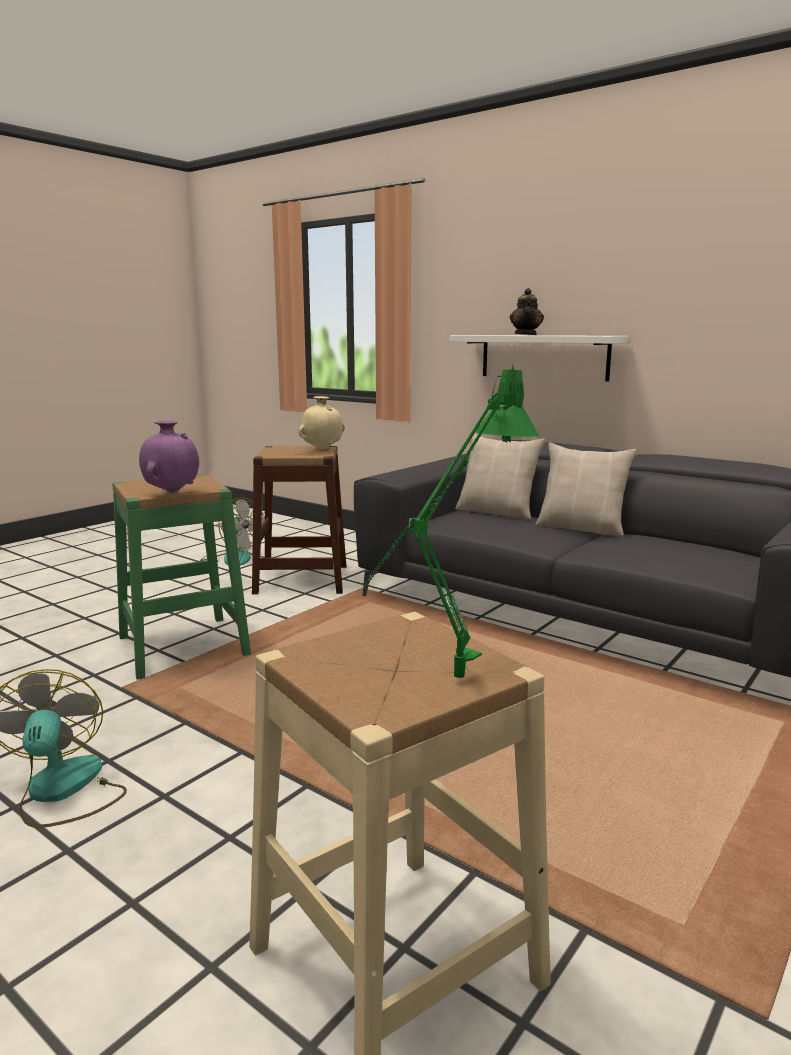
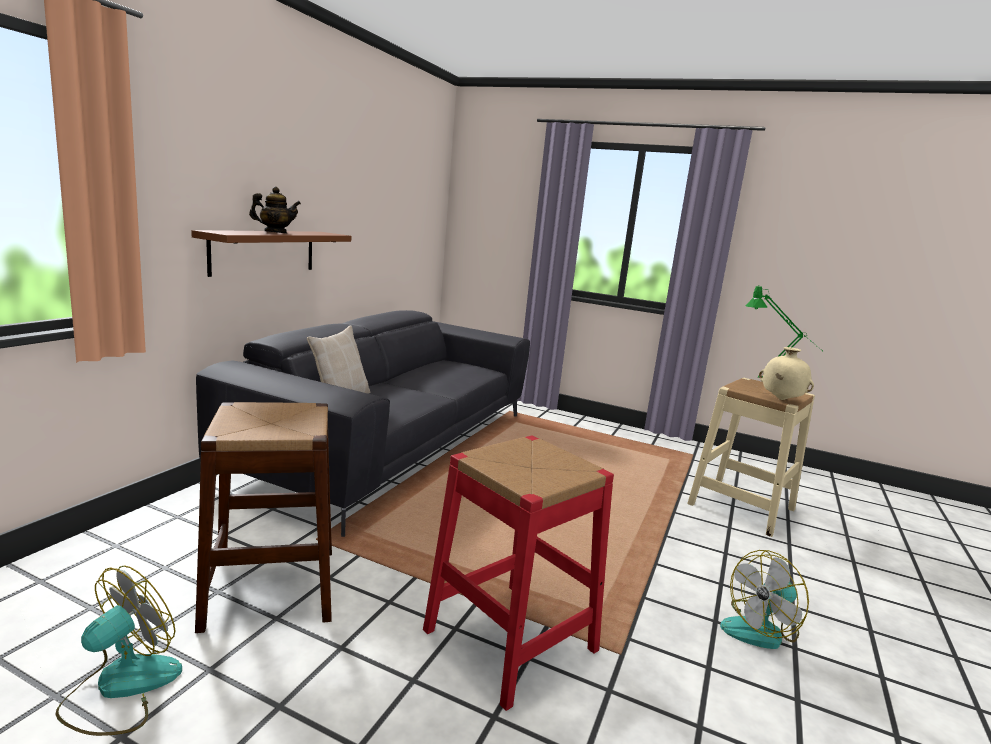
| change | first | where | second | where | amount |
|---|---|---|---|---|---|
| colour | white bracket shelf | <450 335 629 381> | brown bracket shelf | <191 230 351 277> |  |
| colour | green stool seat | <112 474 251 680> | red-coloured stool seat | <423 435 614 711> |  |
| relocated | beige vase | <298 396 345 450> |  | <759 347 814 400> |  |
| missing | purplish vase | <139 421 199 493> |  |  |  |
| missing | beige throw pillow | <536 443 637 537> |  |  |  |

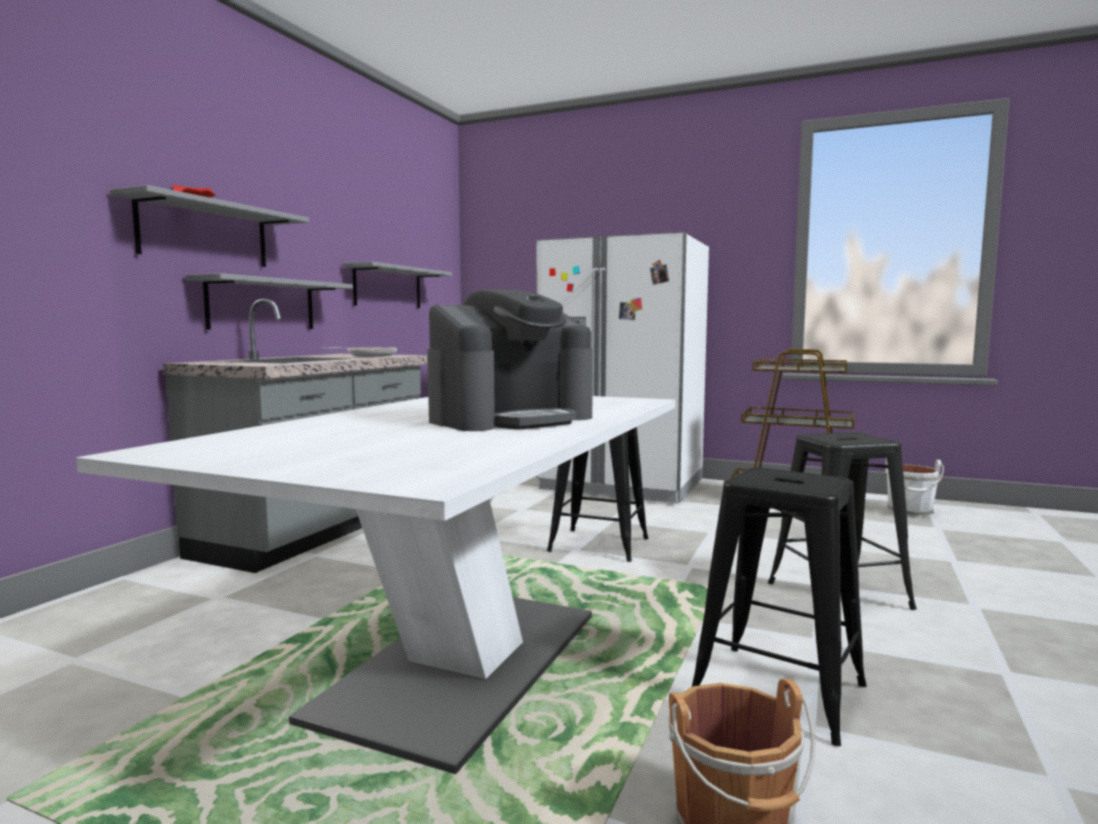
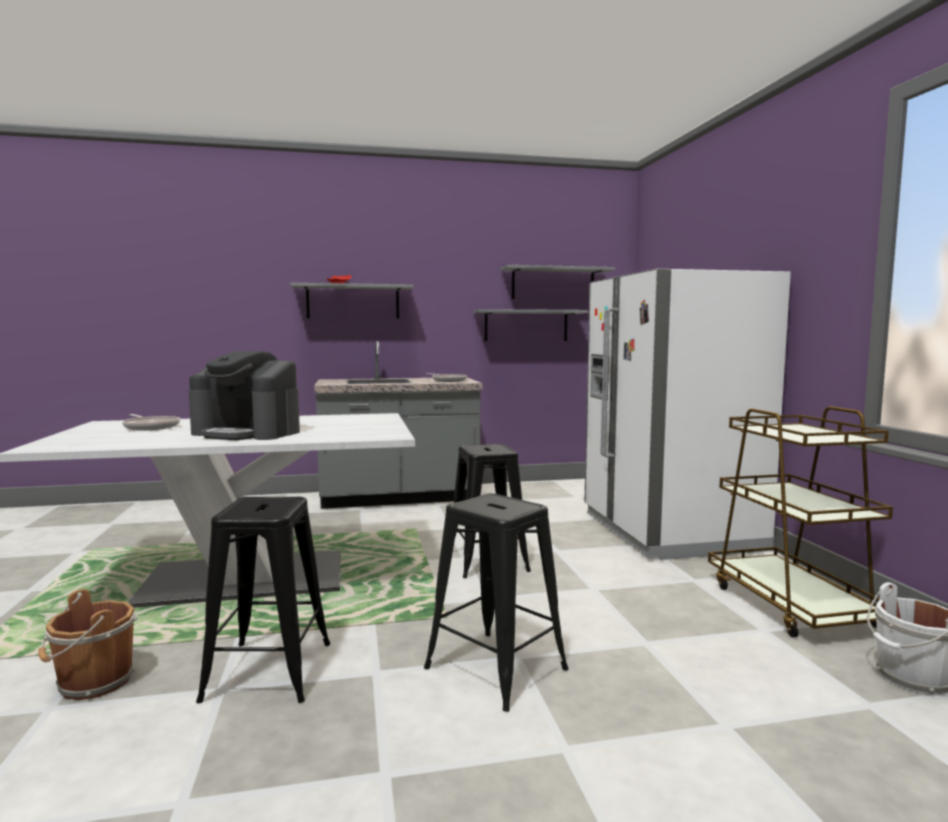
| change | first | where | second | where | amount |
|---|---|---|---|---|---|
| appeared |  |  | pan | <122 414 180 430> |  |
| relocated | greyish bracket shelf | <185 273 353 330> |  | <501 265 615 299> |  |

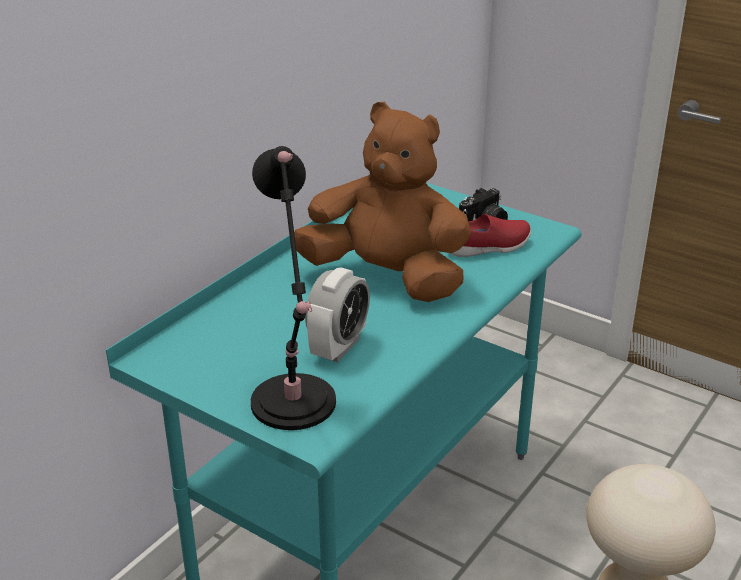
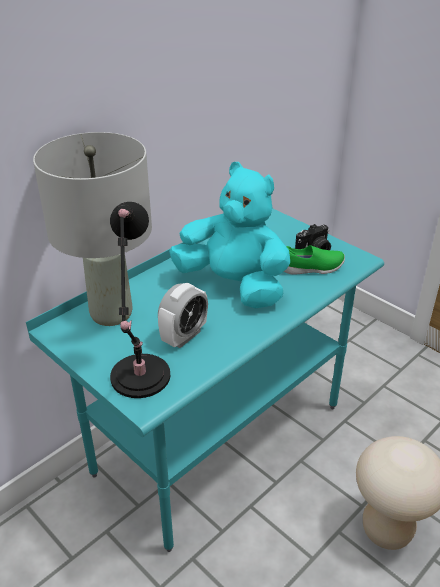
| change | first | where | second | where | amount |
|---|---|---|---|---|---|
| appeared |  |  | greyish tabletop lamp | <33 132 152 326> |  |
| colour | brown soft toy | <294 102 471 302> | blue-green soft toy | <169 162 290 309> |  |
| colour | red-coloured shoe | <450 214 531 257> | green shoe | <284 245 345 275> |  |

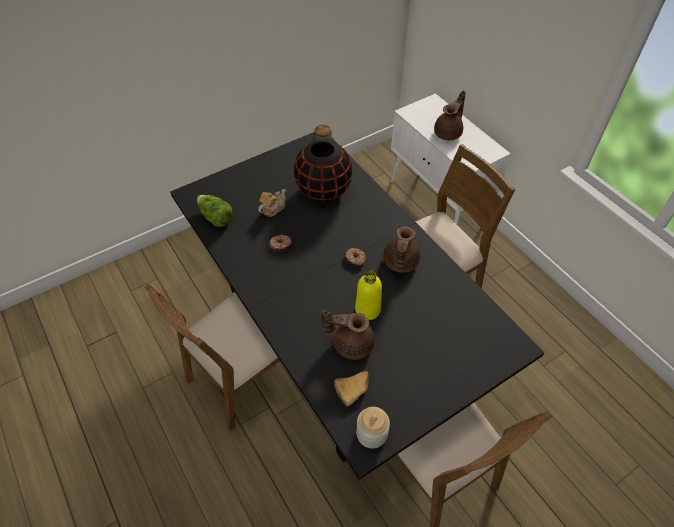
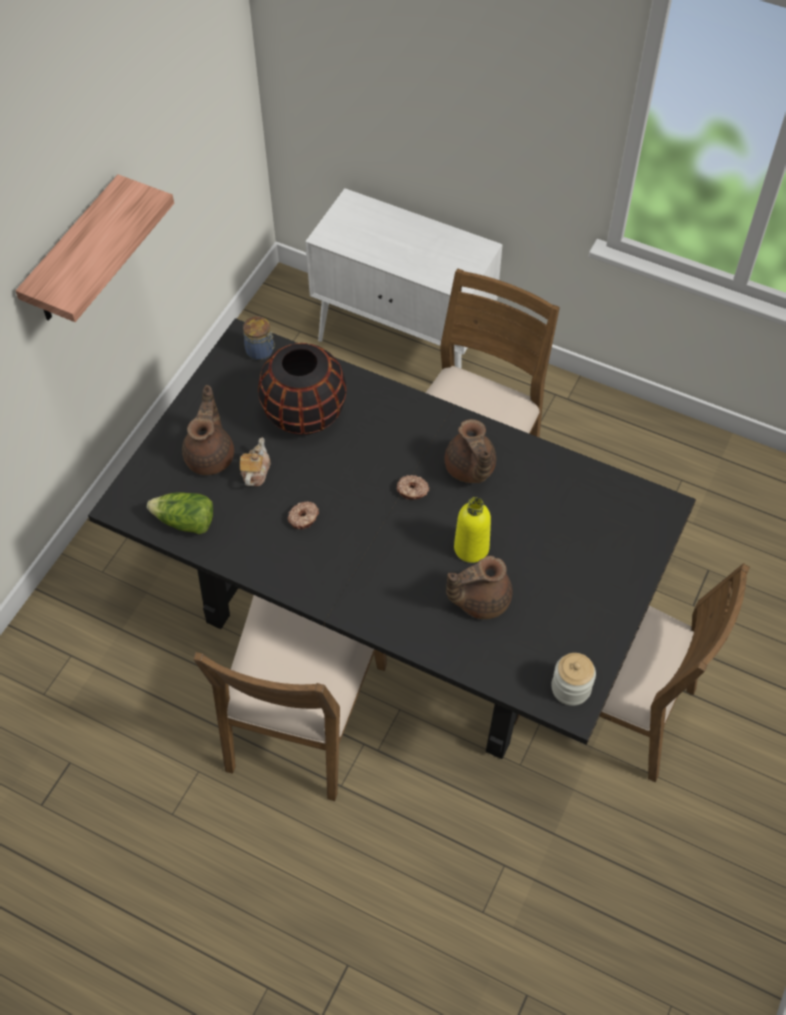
| change | first | where | second | where | amount |
|---|---|---|---|---|---|
| appeared |  |  | bracket shelf | <15 174 174 322> |  |
| relocated | brown tea pot | <434 90 466 140> |  | <182 385 234 475> |  |
| missing | bakery bread | <334 371 369 407> |  |  |  |

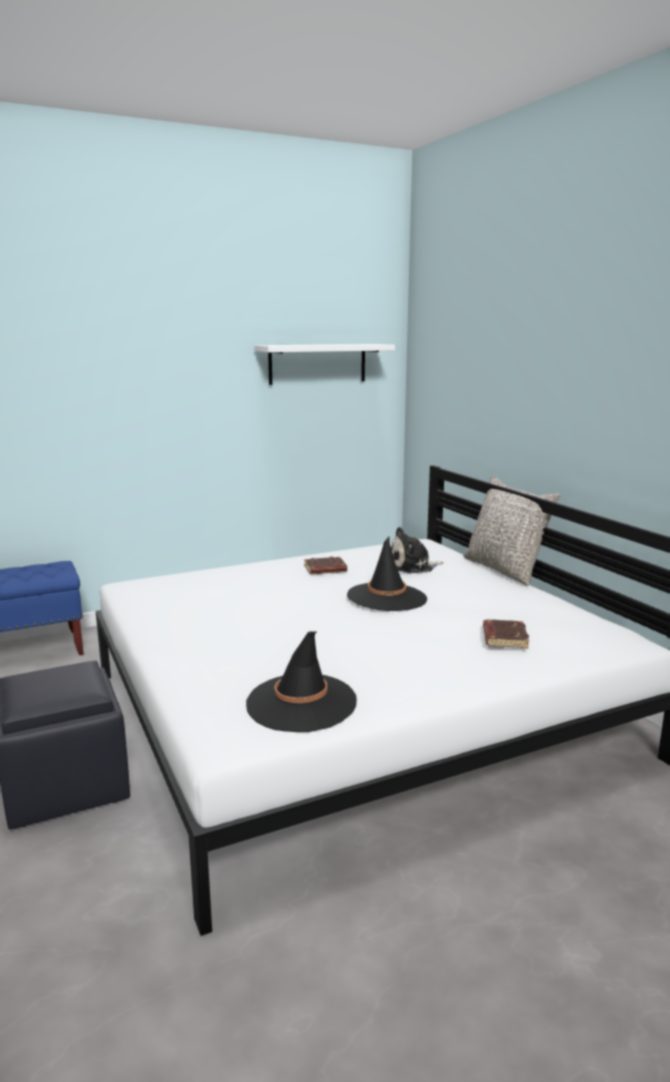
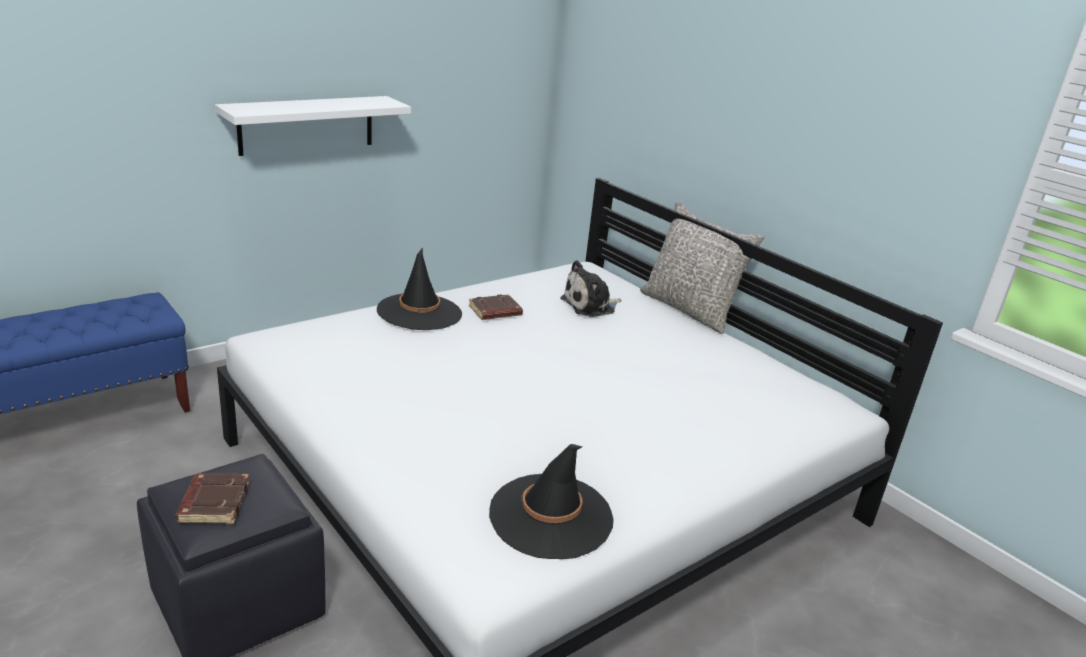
| change | first | where | second | where | amount |
|---|---|---|---|---|---|
| relocated | brown volume | <483 619 529 648> |  | <175 473 249 524> |  |
| relocated | white bracket shelf | <254 344 395 385> |  | <215 96 411 156> |  |
| relocated | black-coloured hat | <347 536 427 611> |  | <377 248 462 330> |  |

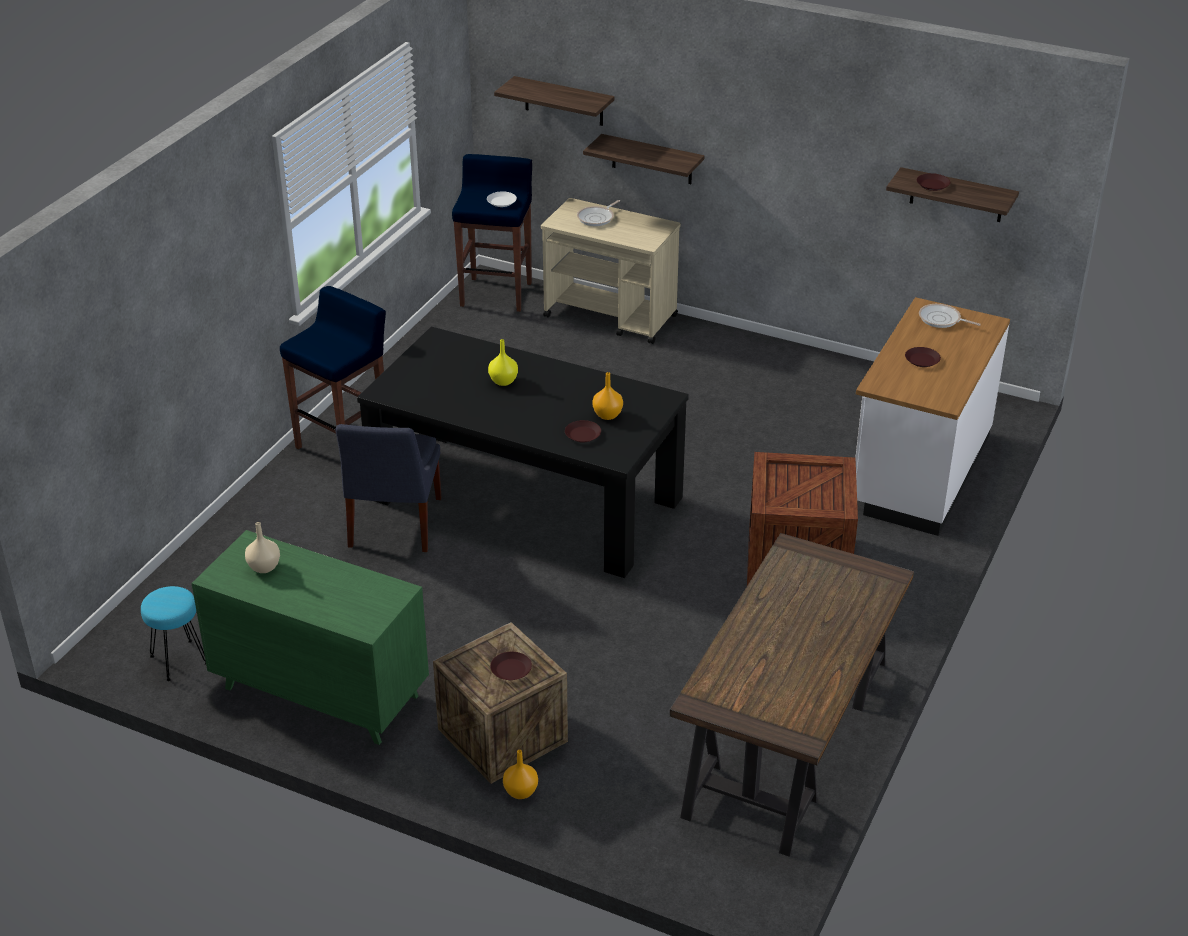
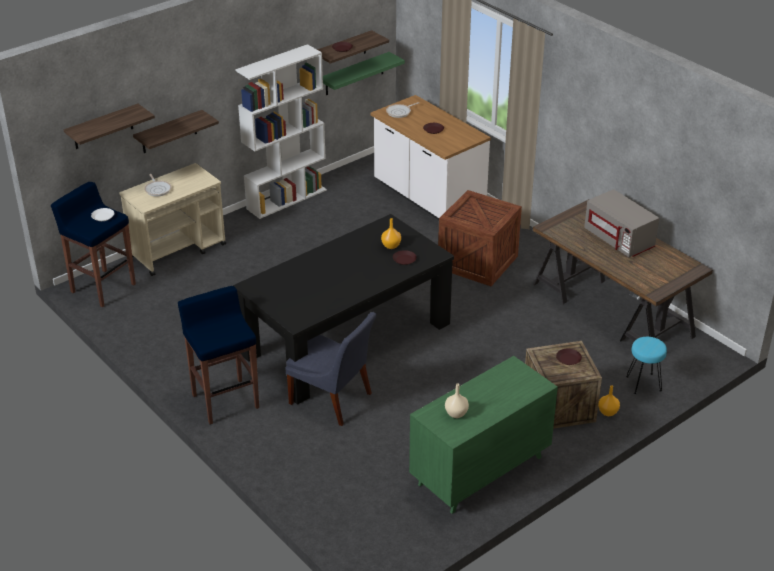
| change | first | where | second | where | amount |
|---|---|---|---|---|---|
| appeared |  |  | white bookshelf | <235 44 327 219> |  |
| appeared |  |  | green bracket shelf | <323 52 405 95> |  |
| appeared |  |  | greyish microwave oven | <584 189 659 257> |  |
| relocated | blue-green stool seat | <141 586 206 681> |  | <626 337 667 394> |  |
| missing | yellow-coloured vase | <488 339 518 386> |  |  |  |

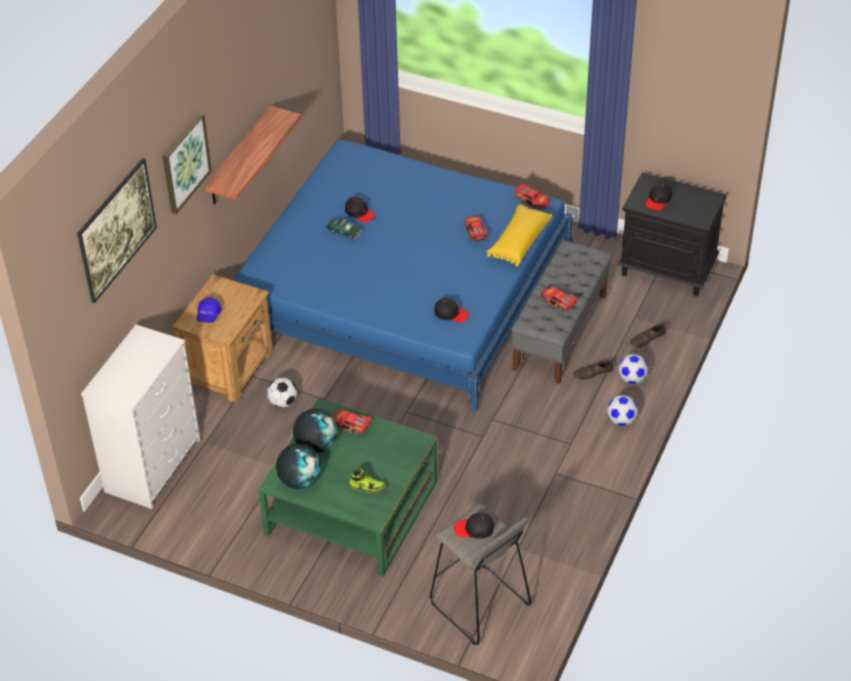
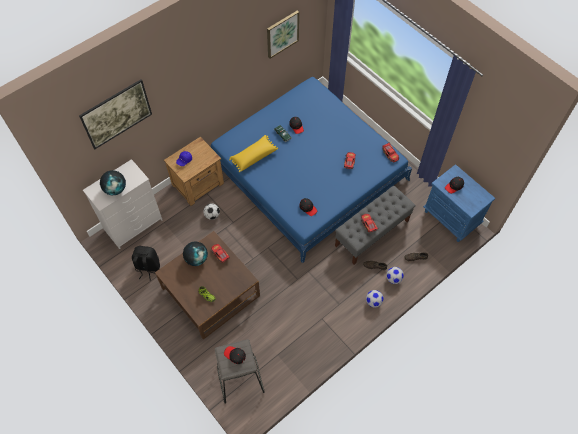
| change | first | where | second | where | amount |
|---|---|---|---|---|---|
| relocated | desk globe | <276 444 321 489> |  | <100 170 126 195> |  |
| appeared |  |  | black-coloured knapsack | <132 246 160 281> |  |
| colour | green lounge table | <258 398 437 576> | brown lounge table | <155 231 260 340> |  |
| relocated | yellow-coloured throw pillow | <487 204 552 266> |  | <229 135 278 172> |  |
| relocated | wall picture | <162 113 212 214> |  | <267 10 299 59> |  |
| colour | black-coloured nightstand | <618 172 727 296> | blue nightstand | <423 164 495 242> |  |
| missing | bracket shelf | <204 106 301 205> |  |  |  |

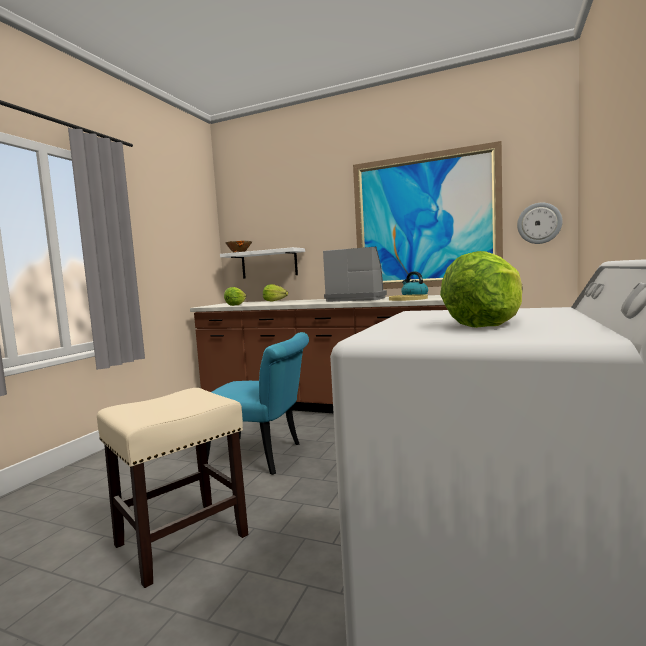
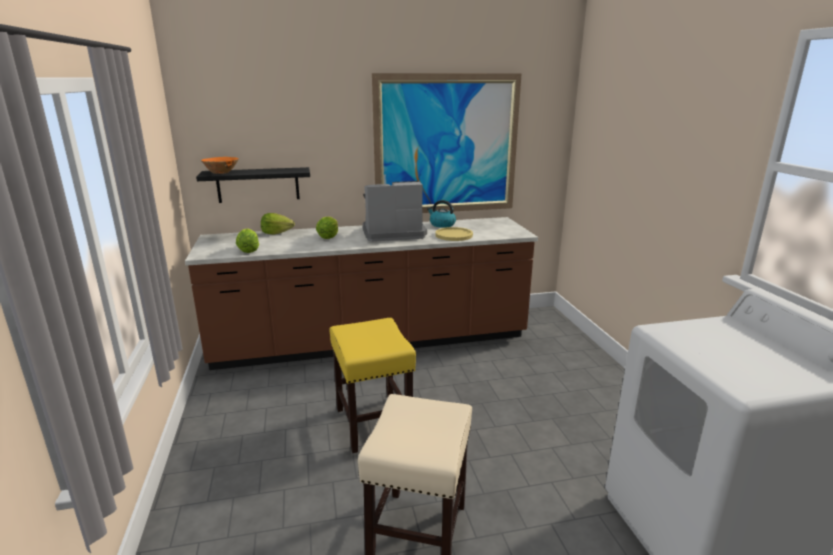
| change | first | where | second | where | amount |
|---|---|---|---|---|---|
| colour | white bracket shelf | <220 247 305 278> | black-coloured bracket shelf | <196 167 310 203> |  |
| relocated | lettuce | <440 251 523 328> |  | <316 217 338 239> |  |
| exchanged | blue-green chair | <206 332 309 475> | yellow-coloured stool seat | <329 318 416 453> |  |
| missing | hanging clock | <517 203 563 244> |  |  |  |

